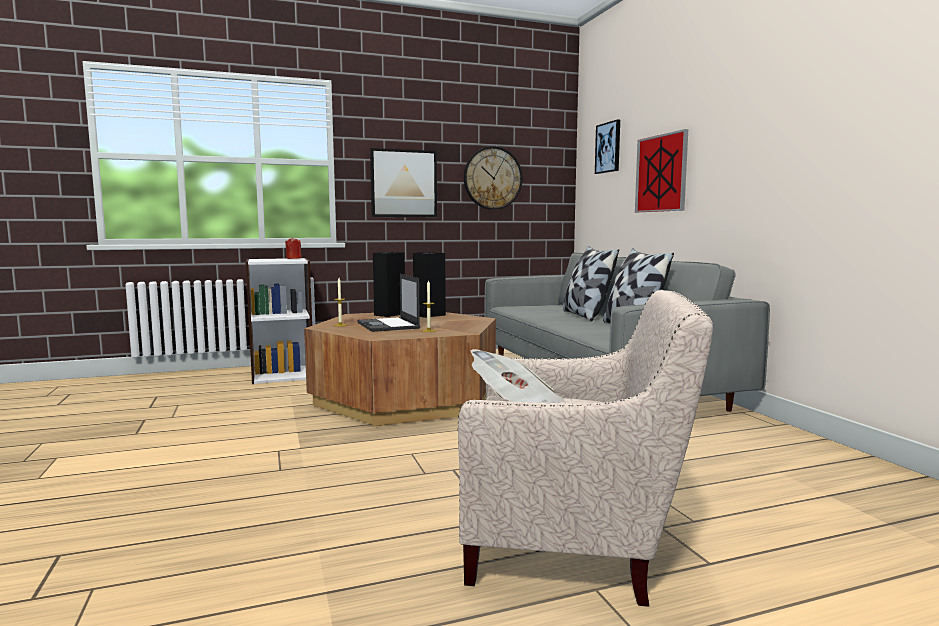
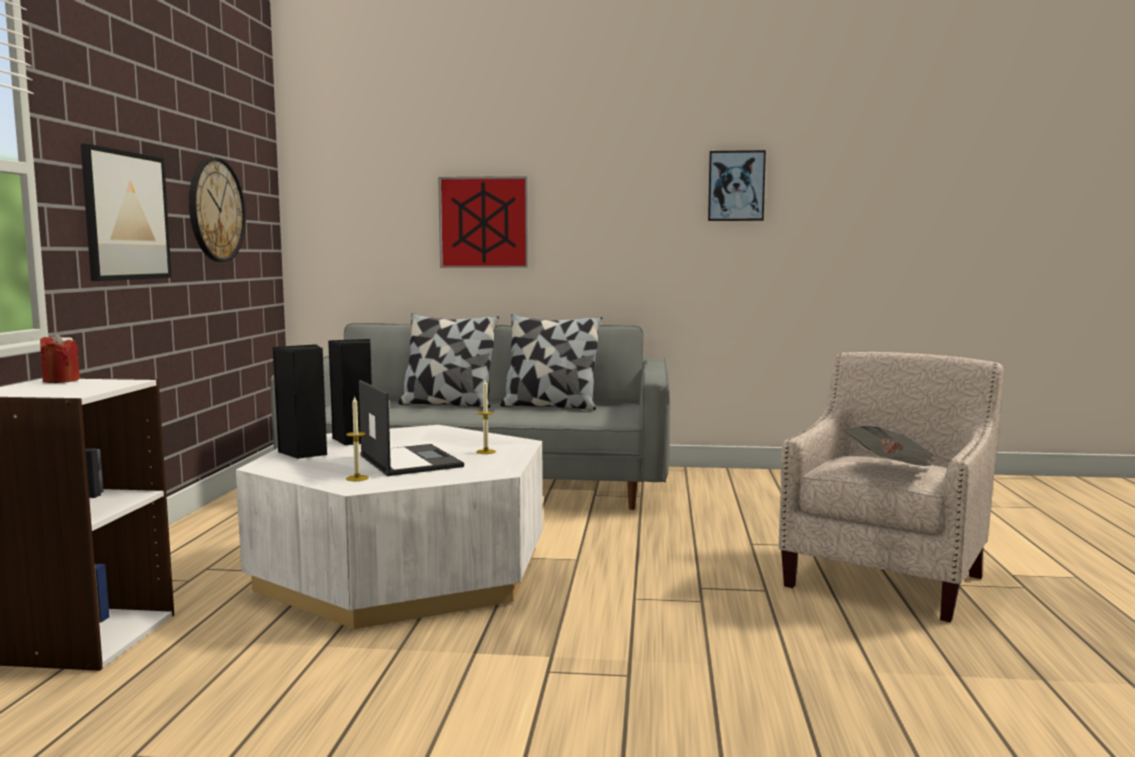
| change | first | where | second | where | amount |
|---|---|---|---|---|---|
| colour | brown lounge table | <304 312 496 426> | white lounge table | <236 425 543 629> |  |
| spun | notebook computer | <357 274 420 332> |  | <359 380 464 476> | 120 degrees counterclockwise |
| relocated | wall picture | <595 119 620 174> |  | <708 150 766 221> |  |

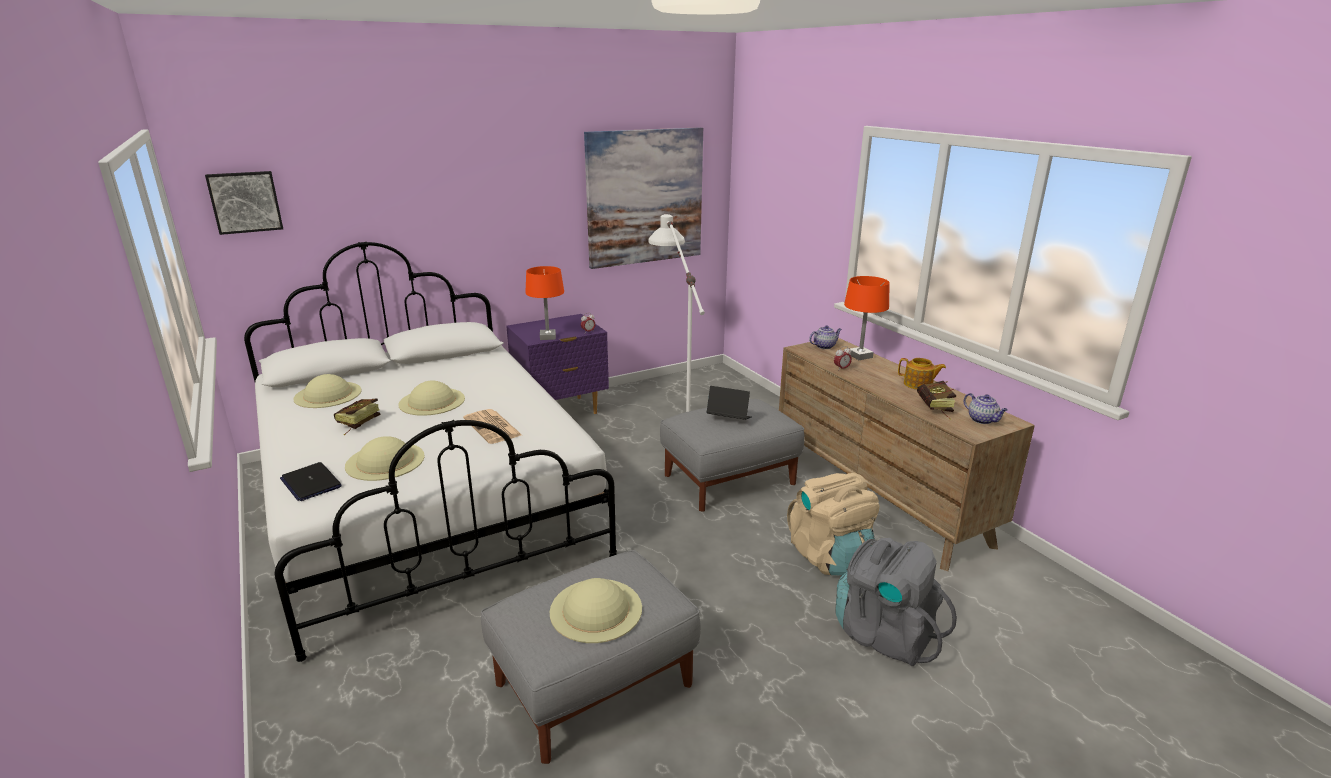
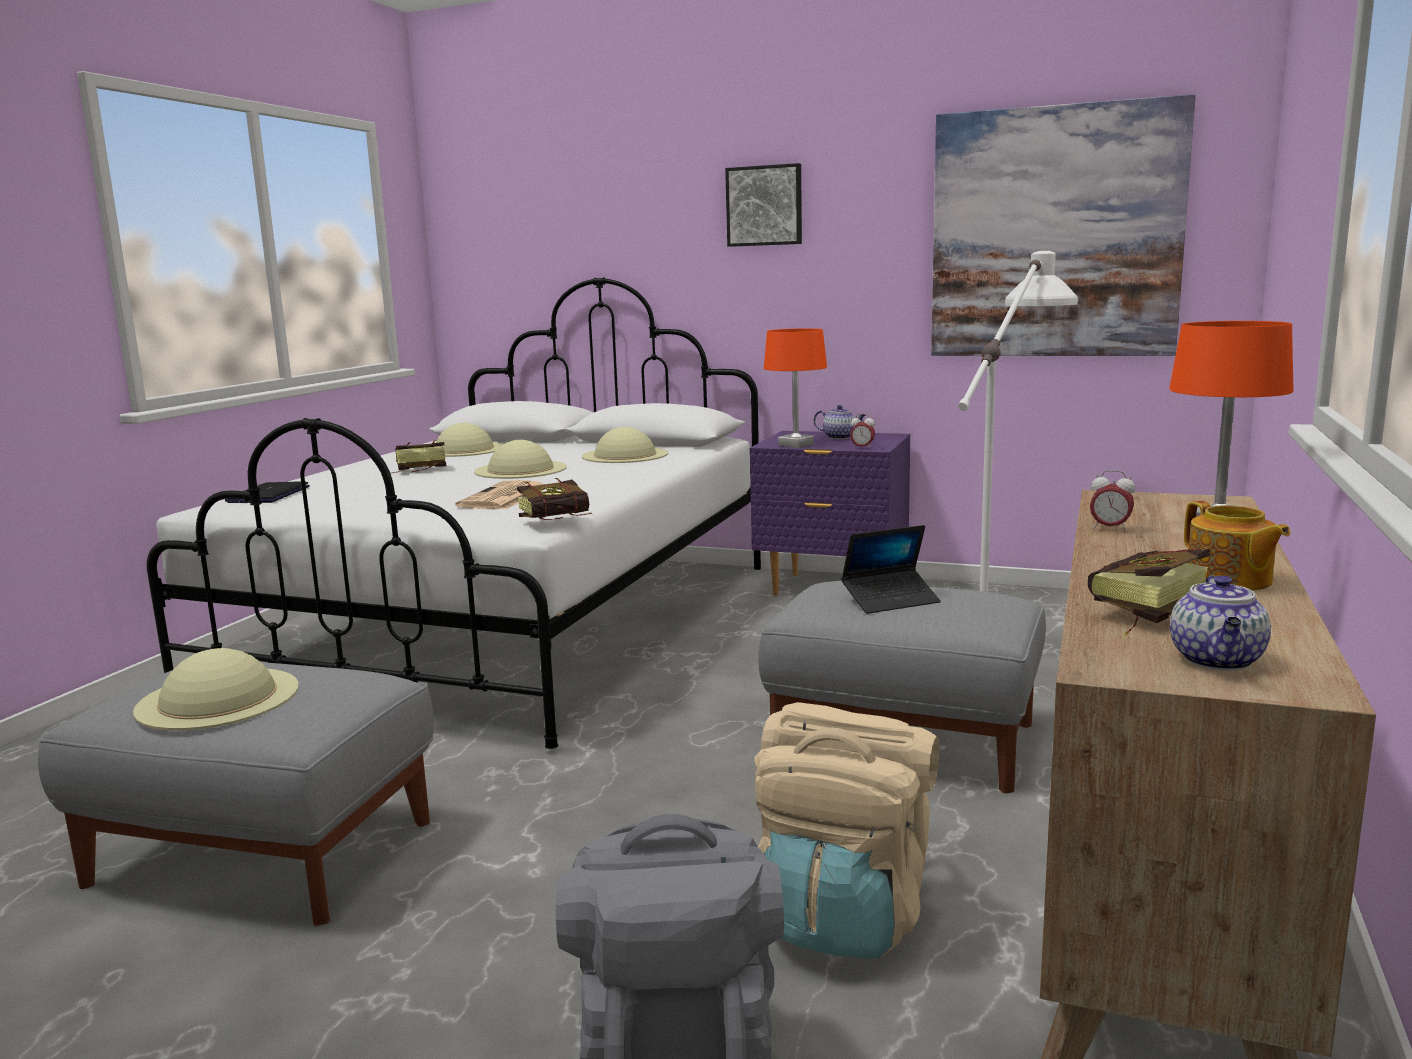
| change | first | where | second | where | amount |
|---|---|---|---|---|---|
| appeared |  |  | volume | <517 478 592 520> |  |
| relocated | beige hat | <345 436 425 481> |  | <582 427 668 463> |  |
| relocated | wall picture | <205 171 283 235> |  | <725 163 802 247> |  |
| relocated | tea pot | <809 325 842 349> |  | <814 405 866 439> |  |
| spun | notebook computer | <706 386 751 420> |  | <841 525 941 614> | 90 degrees clockwise |

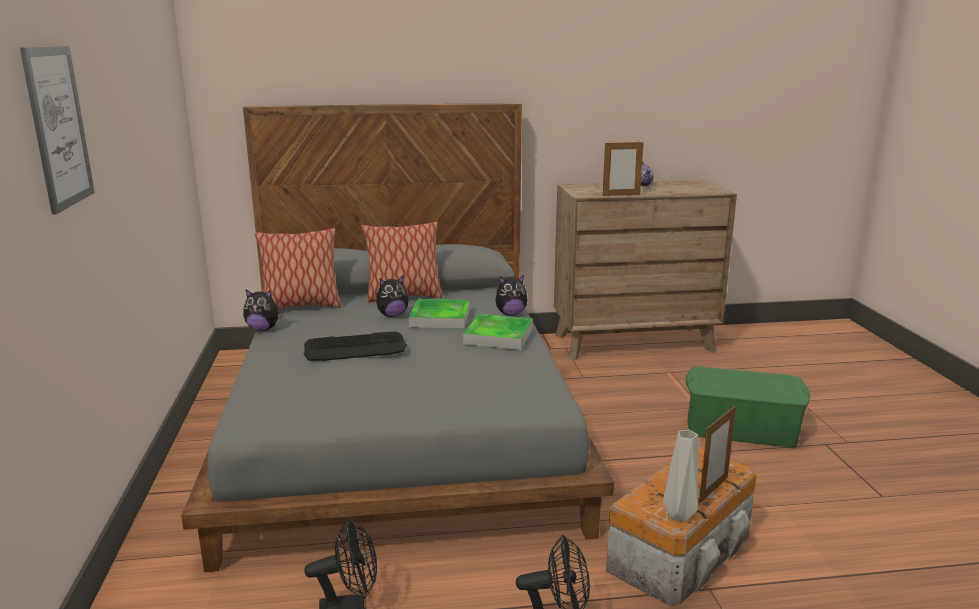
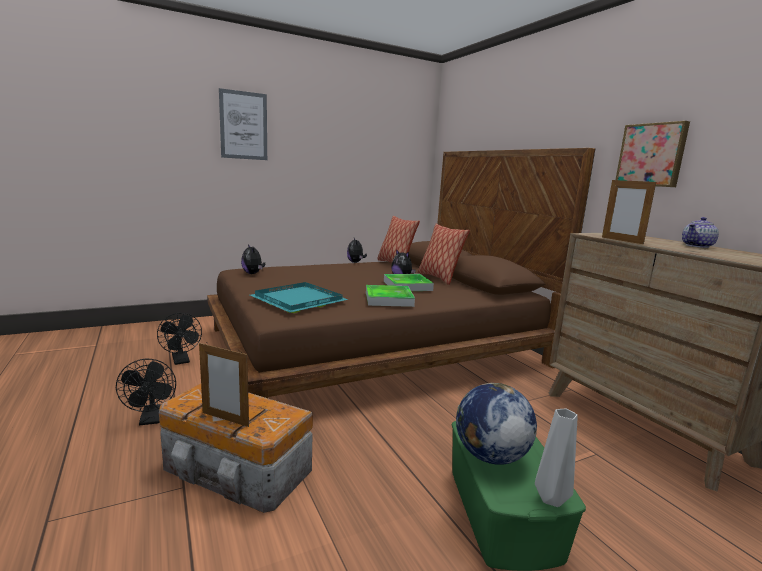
| change | first | where | second | where | amount |
|---|---|---|---|---|---|
| colour | greyish bed | <181 103 614 572> | brown bed | <207 148 595 398> |  |
| relocated | soft toy | <496 275 527 315> |  | <241 244 265 274> |  |
| appeared |  |  | blue-green tray | <250 282 348 313> |  |
| appeared |  |  | desk globe | <456 383 537 465> |  |
| relocated | greyish vase | <663 430 698 522> |  | <535 409 578 507> |  |
| appeared |  |  | wall picture | <615 121 690 187> |  |
| missing | computer keyboard | <303 331 406 361> |  |  |  |

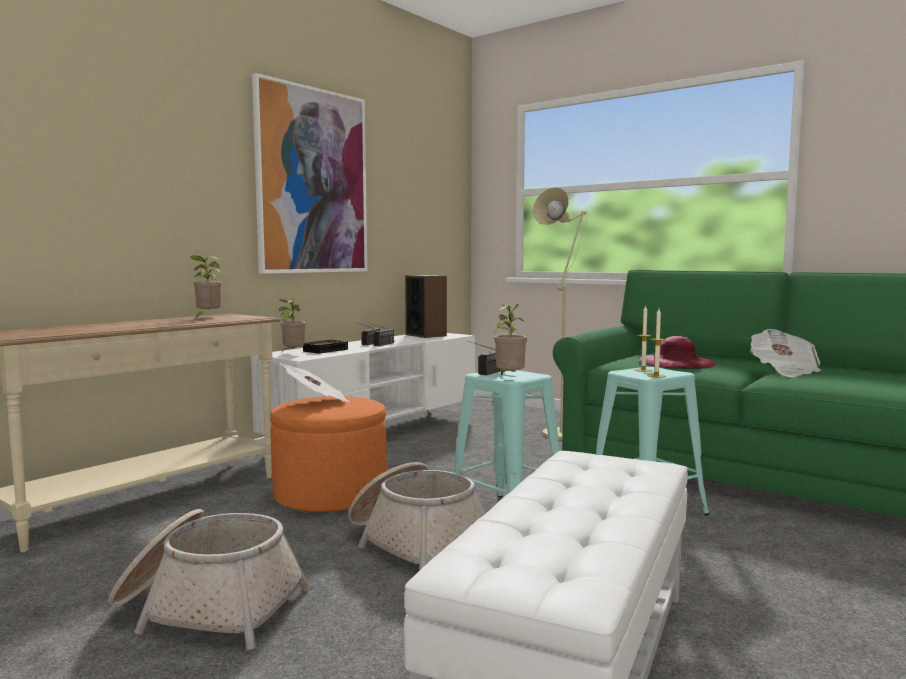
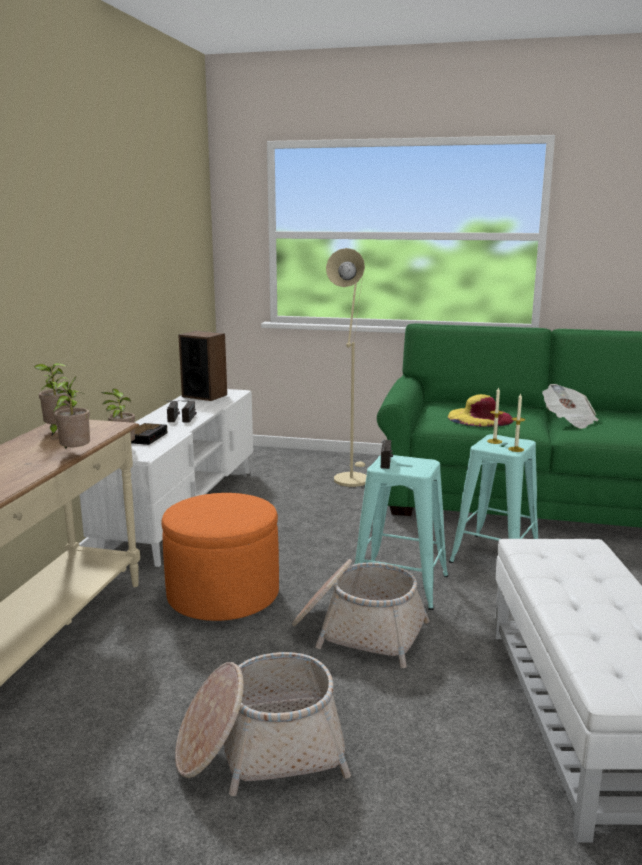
| change | first | where | second | where | amount |
|---|---|---|---|---|---|
| relocated | houseplant | <494 304 527 375> |  | <53 376 90 449> |  |
| colour | pink hat | <638 336 716 369> | yellow-coloured hat | <448 394 514 427> |  |
| missing | wall picture | <252 73 367 274> |  |  |  |
| missing | daily paper | <279 363 349 402> |  |  |  |

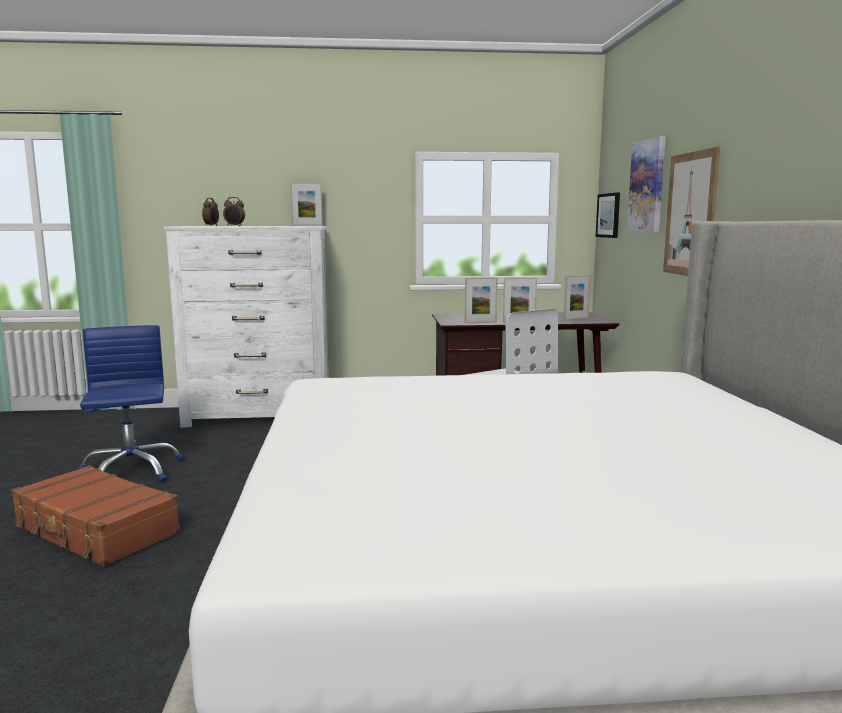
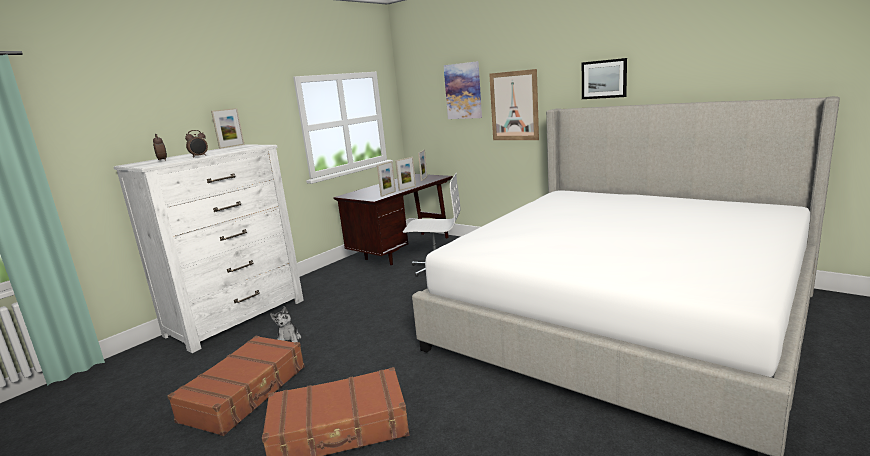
| change | first | where | second | where | amount |
|---|---|---|---|---|---|
| exchanged | blue office chair | <77 325 185 483> | brown travel case | <168 336 305 436> |  |
| appeared |  |  | soft toy | <270 306 301 342> |  |
| relocated | wall picture | <596 192 620 238> |  | <582 58 627 99> |  |

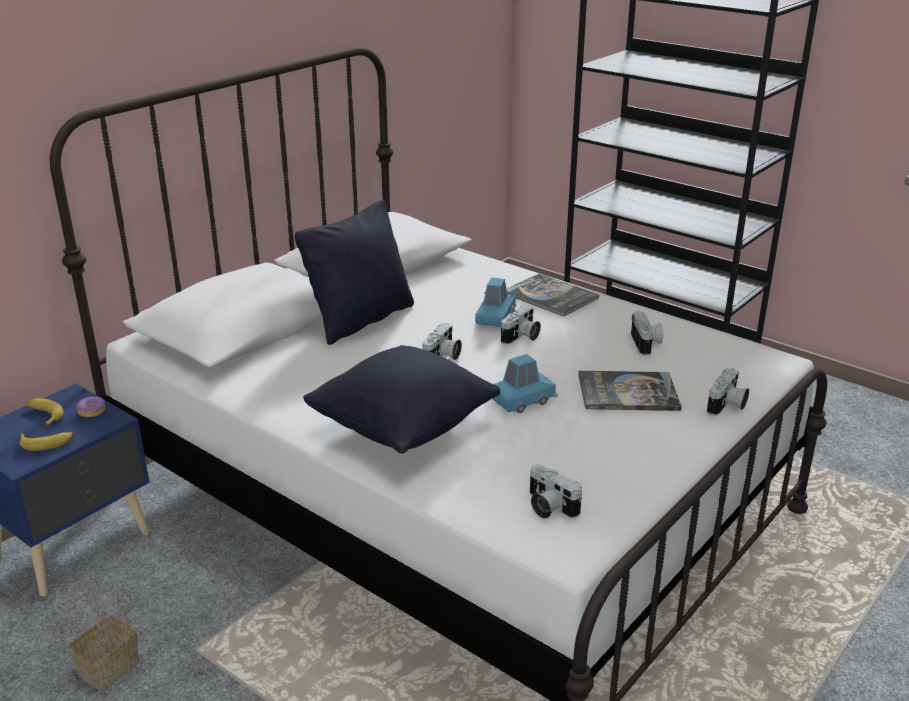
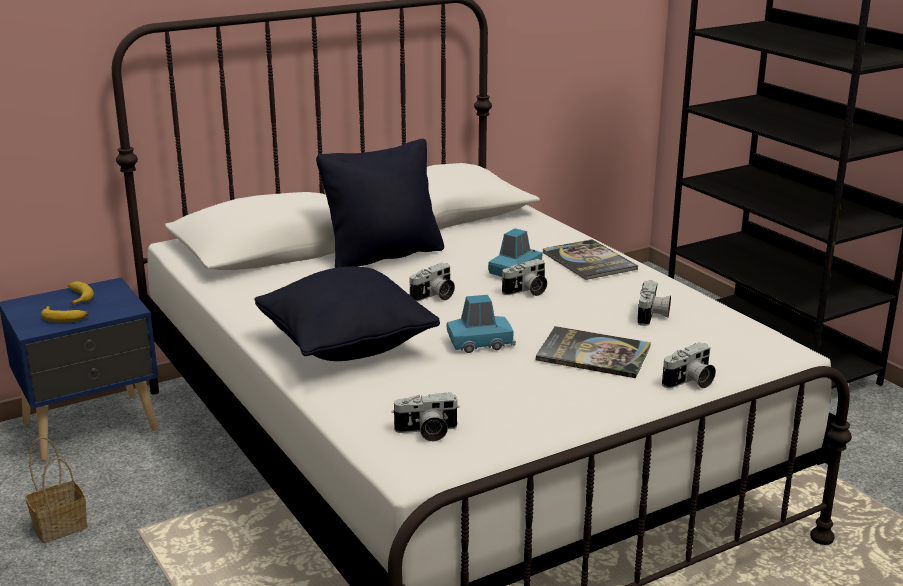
| change | first | where | second | where | amount |
|---|---|---|---|---|---|
| spun | photo camera | <530 464 582 519> |  | <392 393 460 441> | 75 degrees counterclockwise |
| missing | doughnut | <76 396 106 417> |  |  |  |

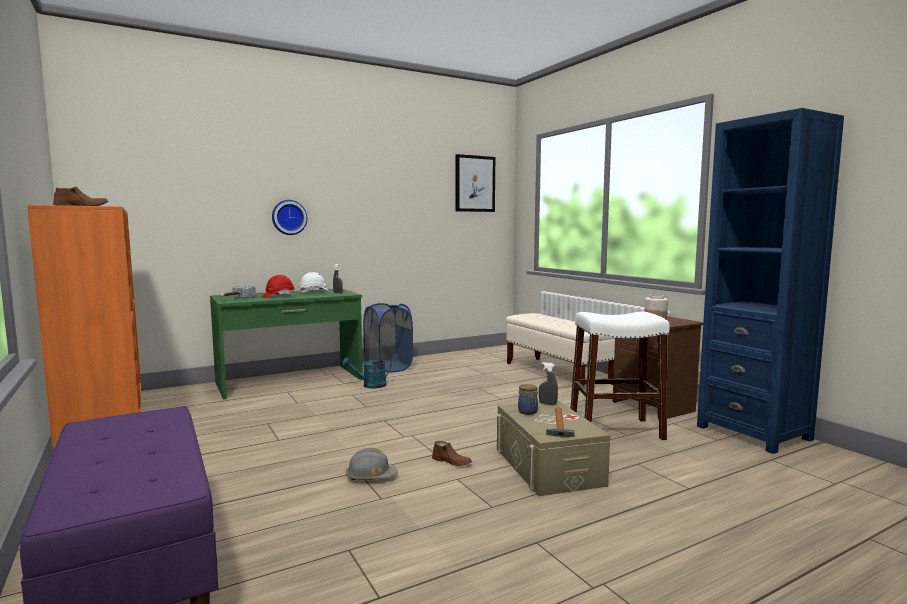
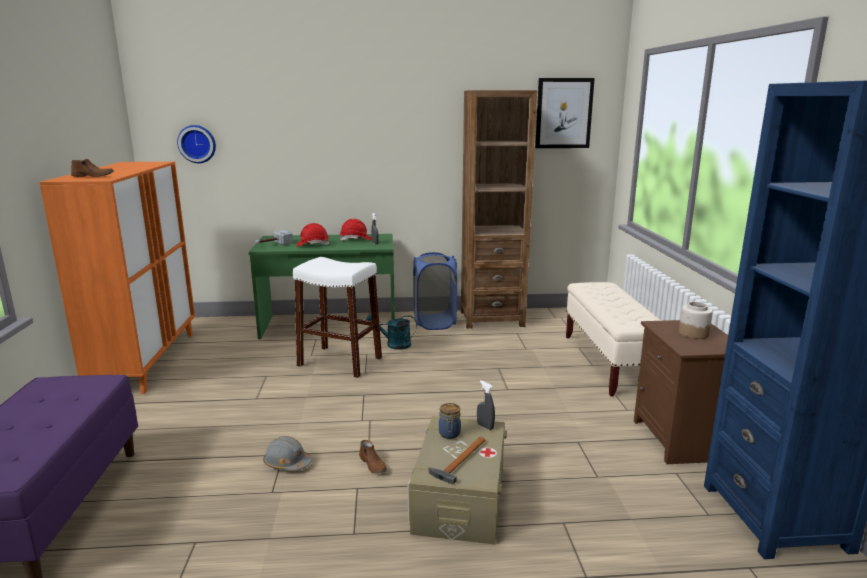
| change | first | where | second | where | amount |
|---|---|---|---|---|---|
| relocated | hanging clock | <272 200 307 235> |  | <177 125 216 163> |  |
| relocated | white stool seat | <570 312 670 441> |  | <293 257 382 378> |  |
| colour | white hard hat | <299 272 329 294> | red-coloured hard hat | <340 219 371 240> |  |
| appeared |  |  | brown bookshelf | <461 90 537 329> |  |

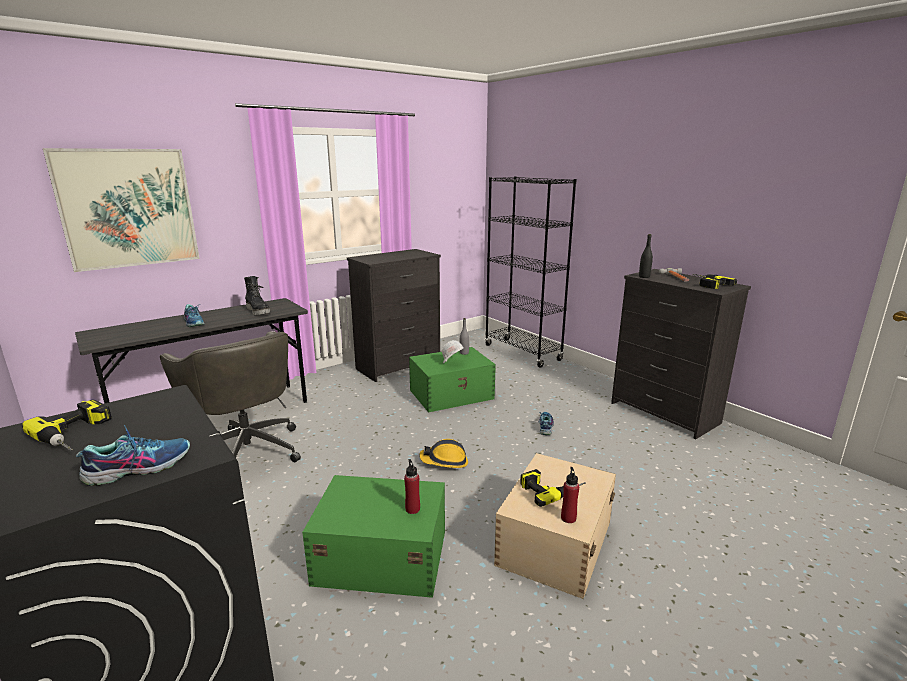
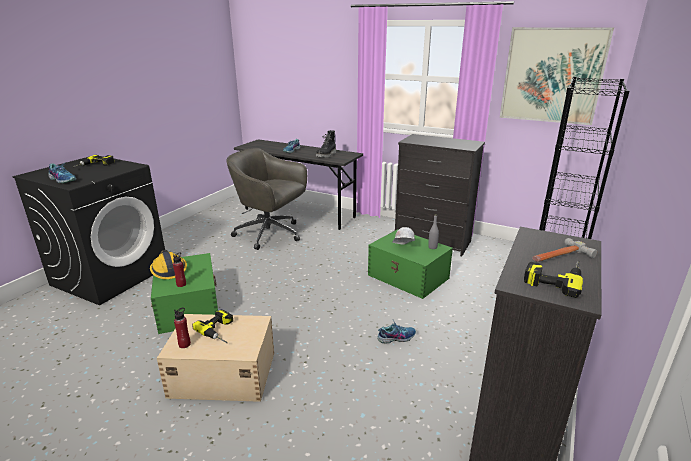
| change | first | where | second | where | amount |
|---|---|---|---|---|---|
| relocated | hard hat | <419 439 468 468> |  | <150 250 187 279> |  |
| spun | greyish office chair | <160 331 301 462> |  | <226 148 307 250> | 90 degrees clockwise |
| relocated | wall picture | <43 148 200 272> |  | <500 27 614 125> |  |
| missing | black-coloured bottle | <639 234 653 278> |  |  |  |

